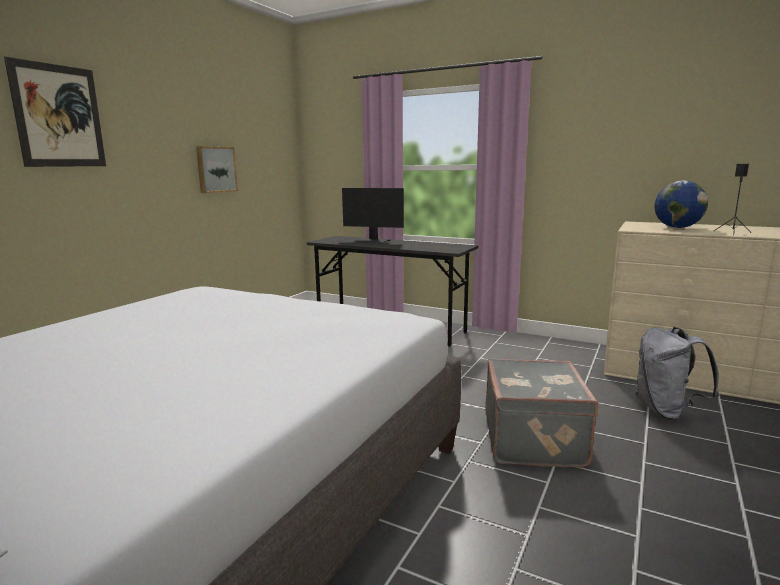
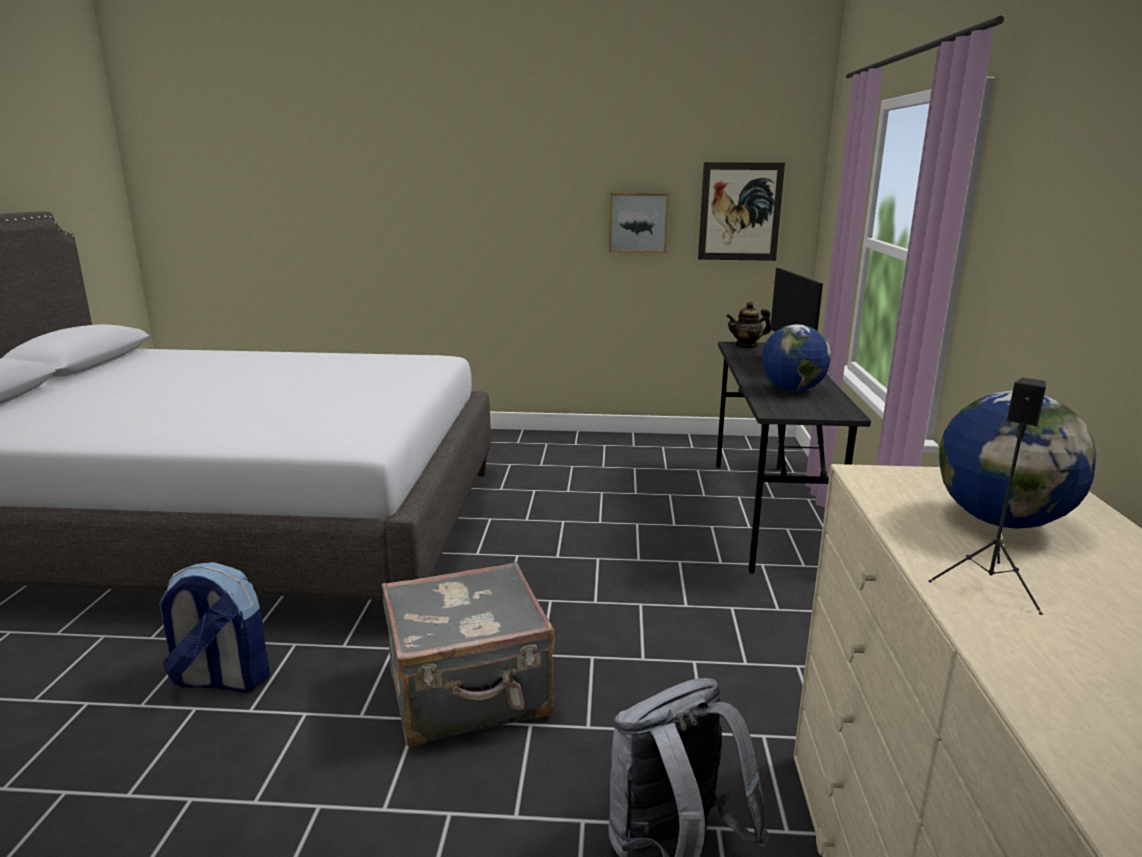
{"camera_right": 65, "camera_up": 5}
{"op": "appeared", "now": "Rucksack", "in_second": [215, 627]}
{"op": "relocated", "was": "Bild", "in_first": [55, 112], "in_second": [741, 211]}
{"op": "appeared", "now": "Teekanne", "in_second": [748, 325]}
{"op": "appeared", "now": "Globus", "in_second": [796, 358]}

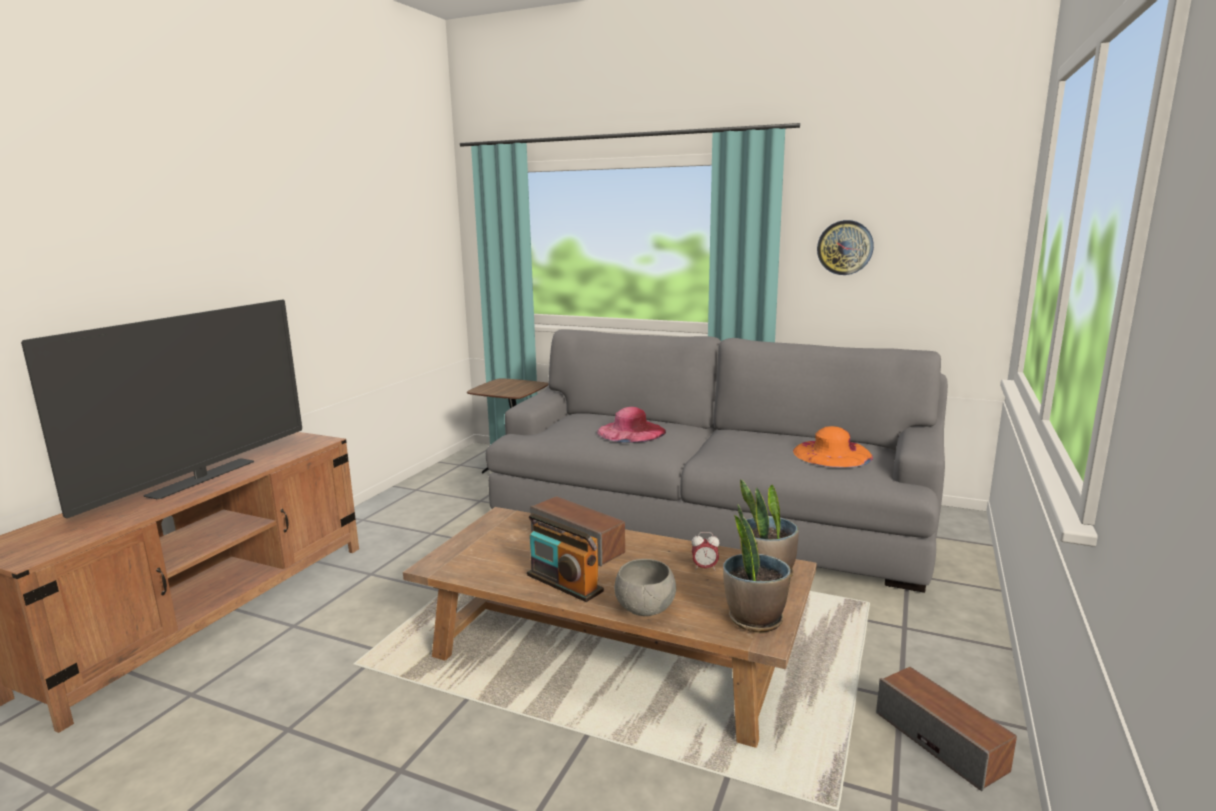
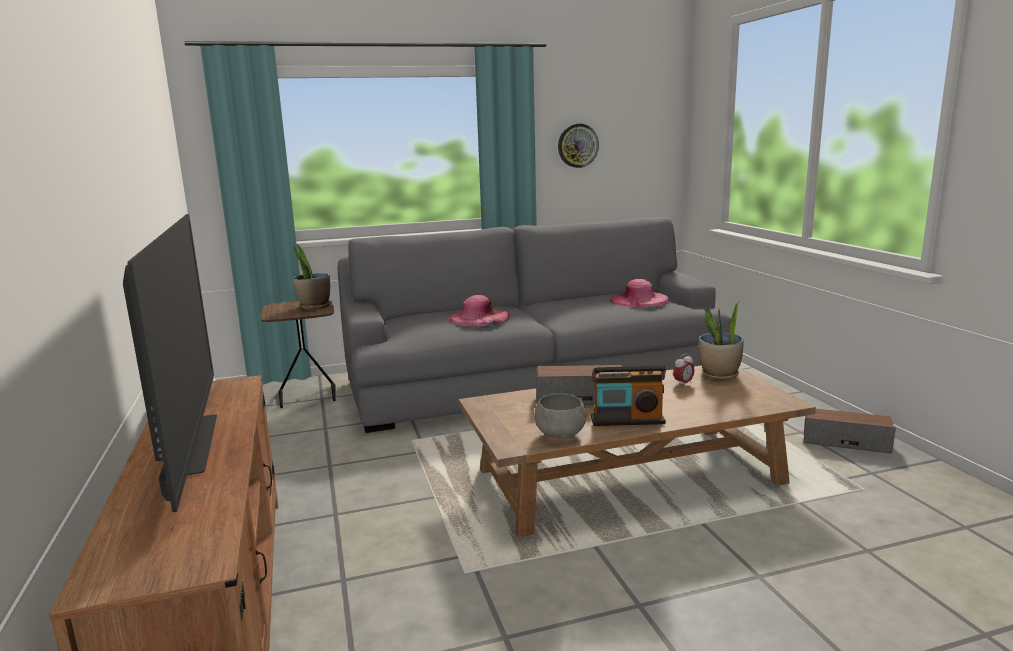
{"camera_right": -40, "camera_up": 0}
{"op": "relocated", "was": "Topfpflanze", "in_first": [757, 568], "in_second": [311, 277]}
{"op": "relocated", "was": "Schüssel/grau", "in_first": [645, 587], "in_second": [560, 416]}
{"op": "colour", "was": "Hut/orange", "now": "Hut/rosa", "in_first": [833, 446], "in_second": [640, 293]}

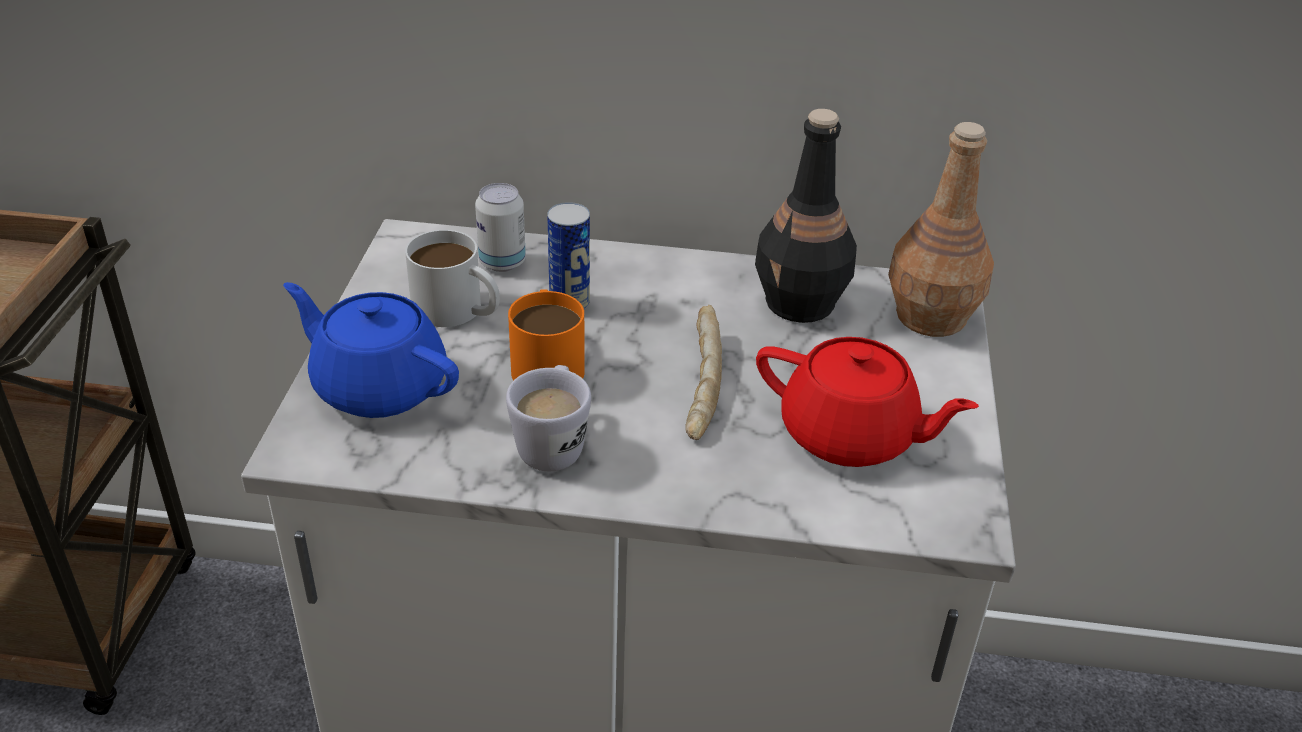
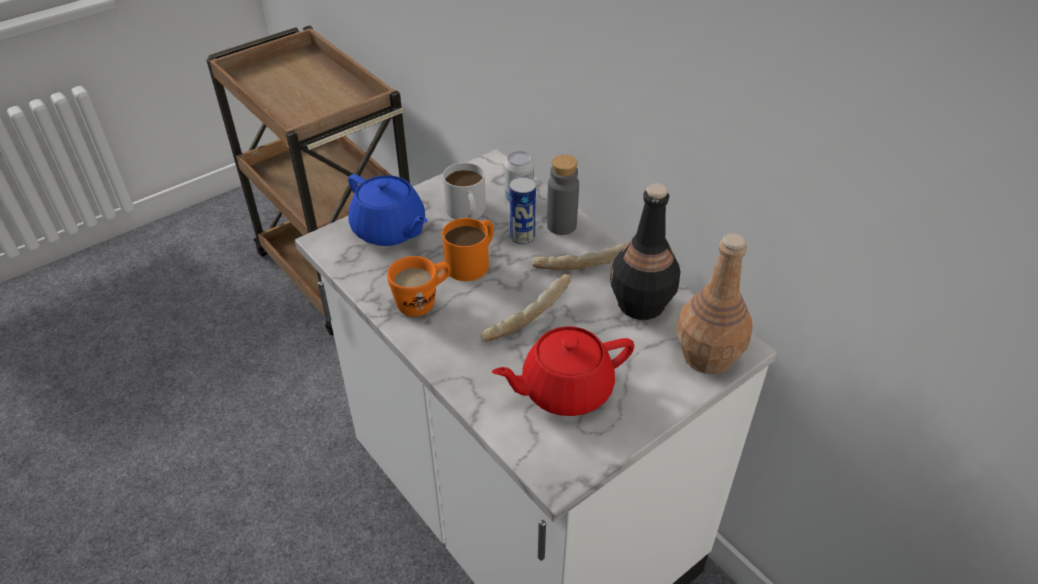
{"camera_right": 45, "camera_up": 5}
{"op": "spun", "was": "Teekanne/blau", "in_first": [371, 350], "in_second": [388, 210], "clockwise": 150}
{"op": "colour", "was": "Henkelbecher/weiß", "now": "Henkelbecher/orange", "in_first": [548, 418], "in_second": [419, 286]}
{"op": "spun", "was": "Teekanne/rot", "in_first": [867, 402], "in_second": [563, 371], "clockwise": 90}
{"op": "appeared", "now": "Brot", "in_second": [580, 256]}
{"op": "appeared", "now": "Flasche/grau", "in_second": [563, 195]}

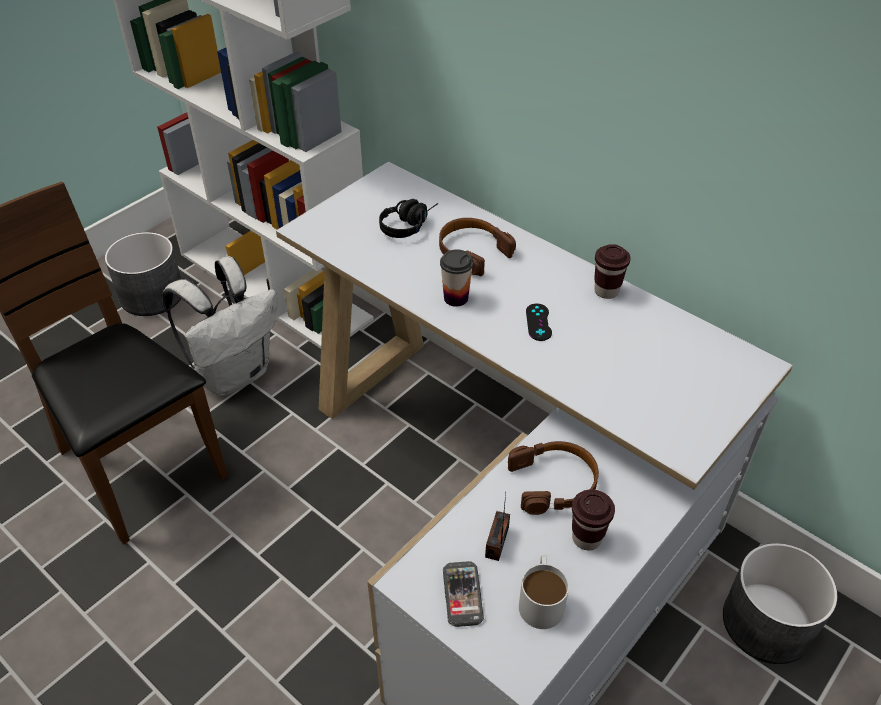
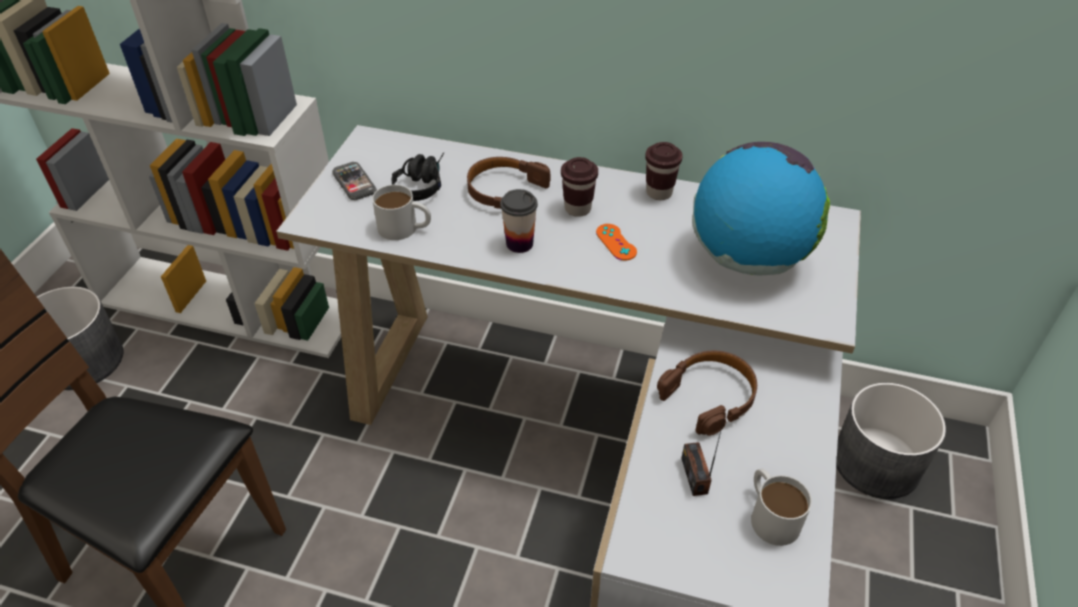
{"camera_right": -25, "camera_up": 0}
{"op": "relocated", "was": "Handy", "in_first": [463, 594], "in_second": [354, 181]}
{"op": "appeared", "now": "Henkelbecher/weiß", "in_second": [401, 212]}
{"op": "relocated", "was": "Tasse/braun", "in_first": [593, 519], "in_second": [579, 187]}
{"op": "colour", "was": "Gamepad/schwarz", "now": "Gamepad/orange", "in_first": [539, 322], "in_second": [616, 242]}
{"op": "appeared", "now": "Globus", "in_second": [761, 208]}
{"op": "missing", "was": "Rucksack/weiß", "in_first": [219, 326]}

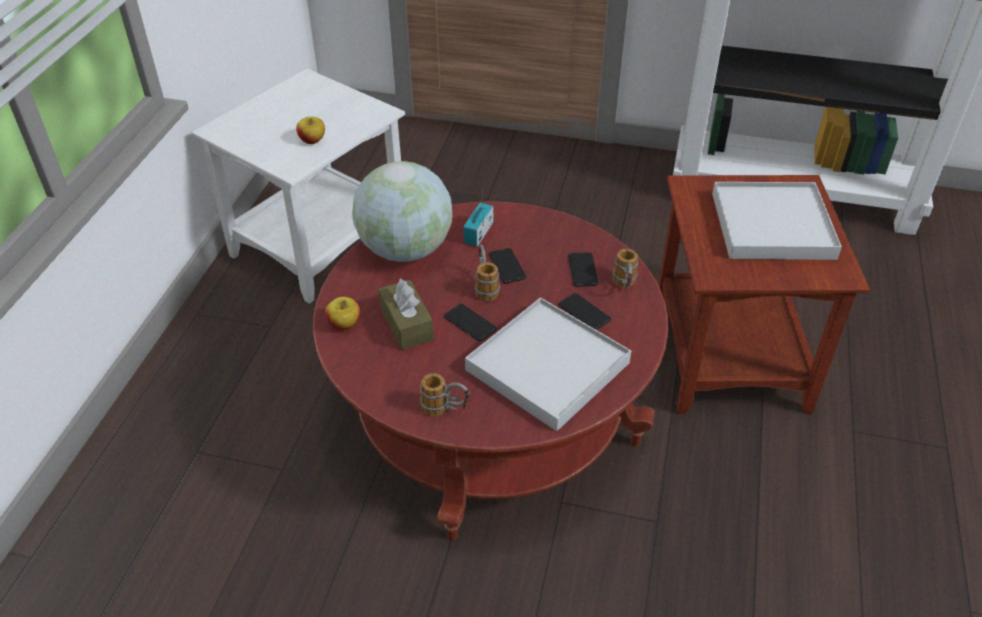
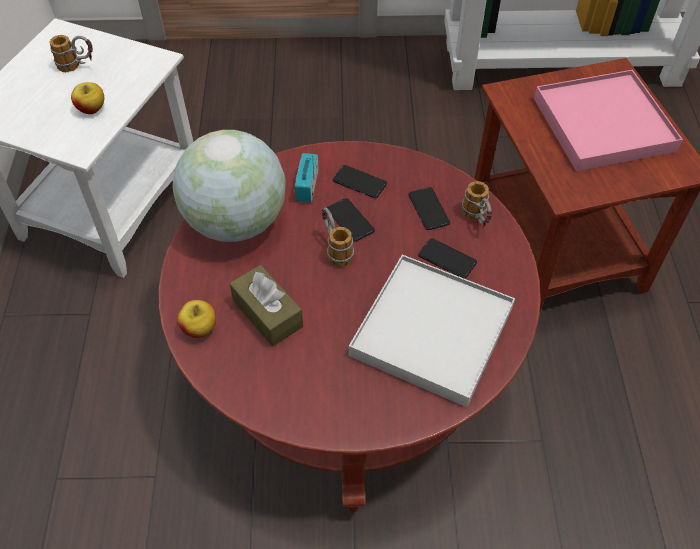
{"camera_right": -15, "camera_up": 10}
{"op": "relocated", "was": "Henkelbecher", "in_first": [445, 394], "in_second": [71, 53]}
{"op": "relocated", "was": "Handy", "in_first": [470, 322], "in_second": [360, 181]}
{"op": "colour", "was": "Tablett/weiß", "now": "Tablett/rosa", "in_first": [777, 221], "in_second": [608, 120]}

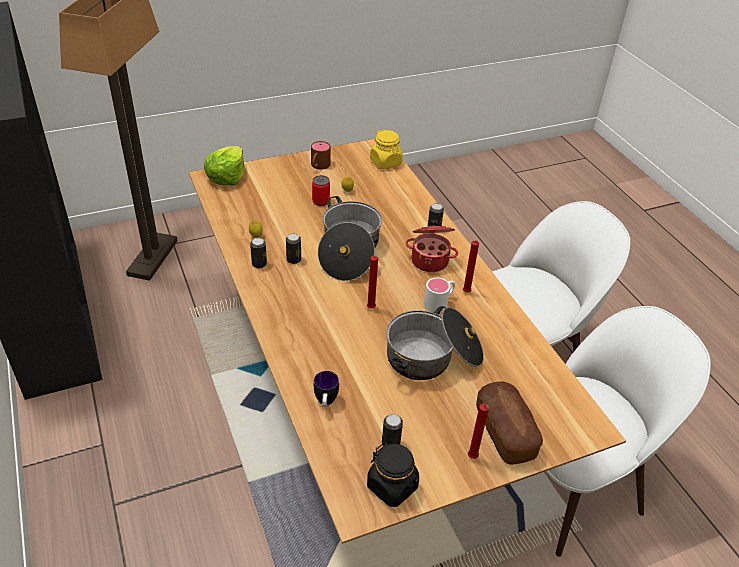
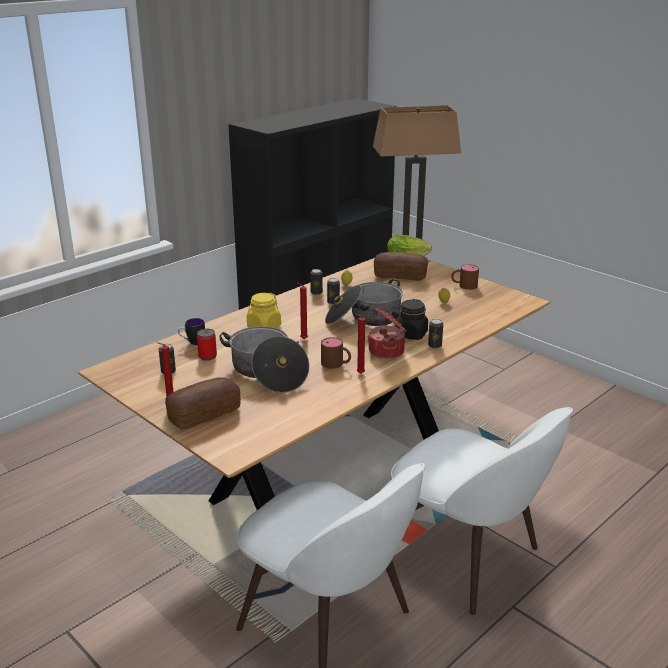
{"camera_right": 70, "camera_up": -15}
{"op": "relocated", "was": "Dose", "in_first": [321, 190], "in_second": [207, 345]}
{"op": "relocated", "was": "Vorratsglas/gelb", "in_first": [386, 149], "in_second": [264, 310]}
{"op": "colour", "was": "Henkelbecher/weiß", "now": "Henkelbecher/braun", "in_first": [439, 295], "in_second": [336, 353]}
{"op": "appeared", "now": "Brot", "in_second": [401, 266]}
{"op": "relocated", "was": "Vorratsglas/schwarz", "in_first": [393, 475], "in_second": [411, 319]}

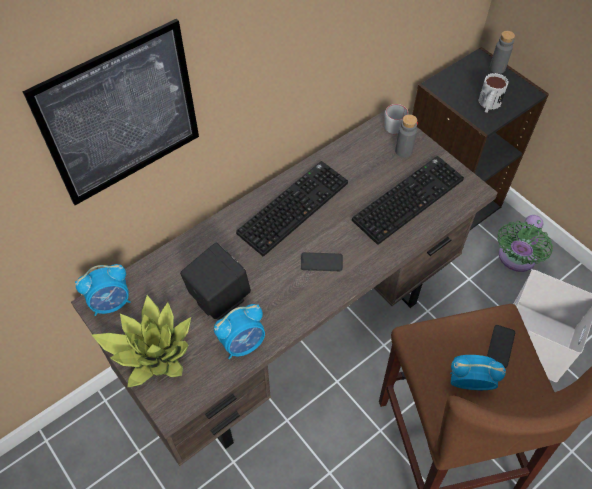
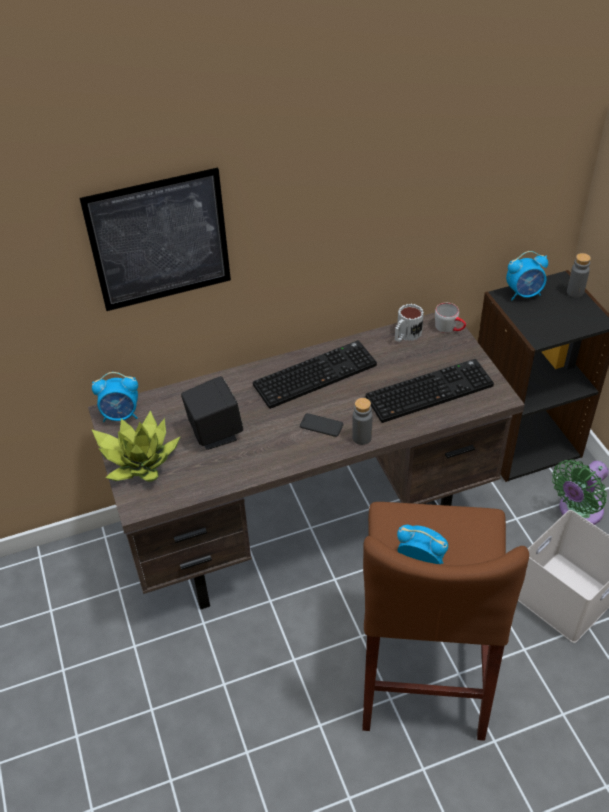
{"camera_right": 20, "camera_up": -10}
{"op": "relocated", "was": "Flasche/grau", "in_first": [406, 135], "in_second": [362, 421]}
{"op": "relocated", "was": "Henkelbecher", "in_first": [493, 93], "in_second": [409, 323]}
{"op": "relocated", "was": "Wecker", "in_first": [239, 331], "in_second": [527, 275]}
{"op": "missing", "was": "Handy", "in_first": [501, 346]}

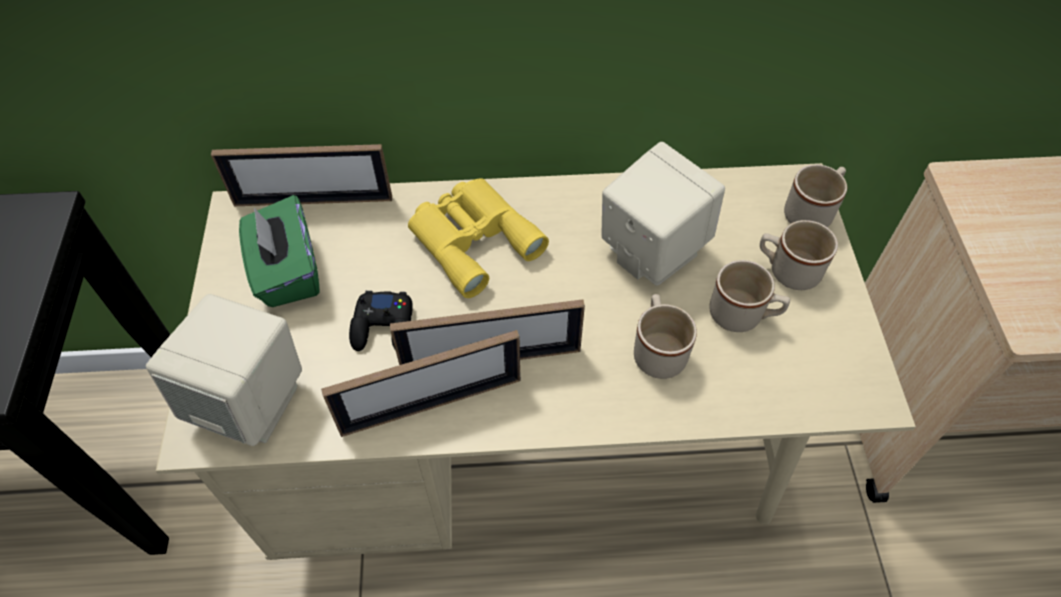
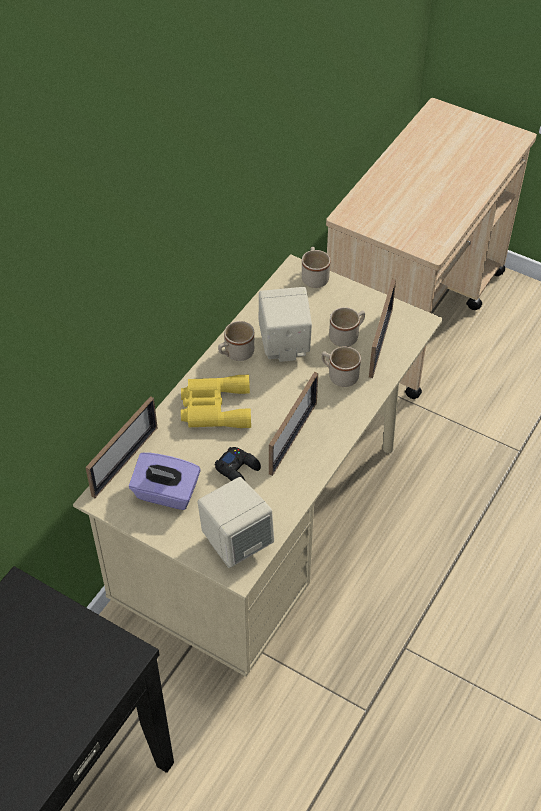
{"camera_right": -55, "camera_up": -5}
{"op": "colour", "was": "Taschentuchbox/grün", "now": "Taschentuchbox/lila", "in_first": [279, 251], "in_second": [165, 481]}
{"op": "relocated", "was": "Henkelbecher/beige", "in_first": [799, 255], "in_second": [236, 341]}
{"op": "relocated", "was": "Bilderrahmen", "in_first": [420, 383], "in_second": [382, 328]}

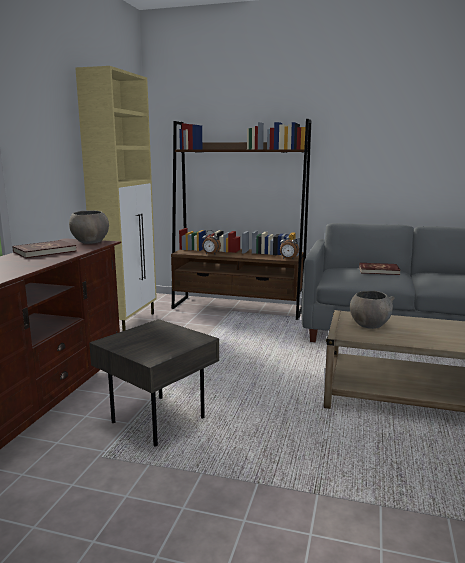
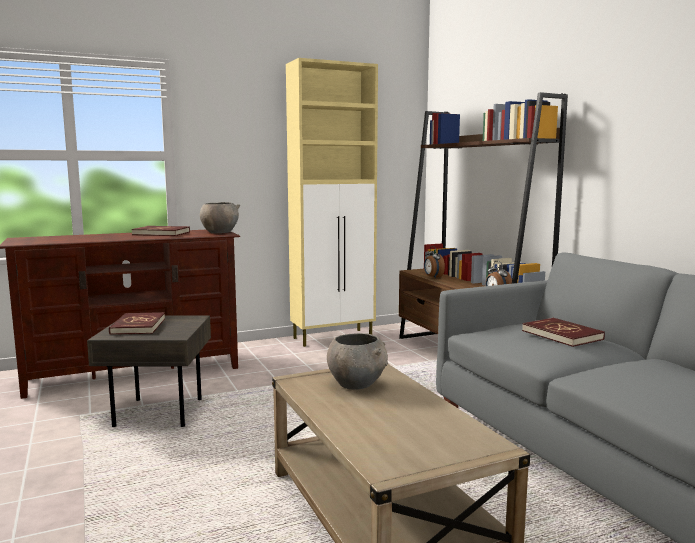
{"camera_right": 50, "camera_up": -5}
{"op": "appeared", "now": "Buch/rot", "in_second": [137, 323]}

